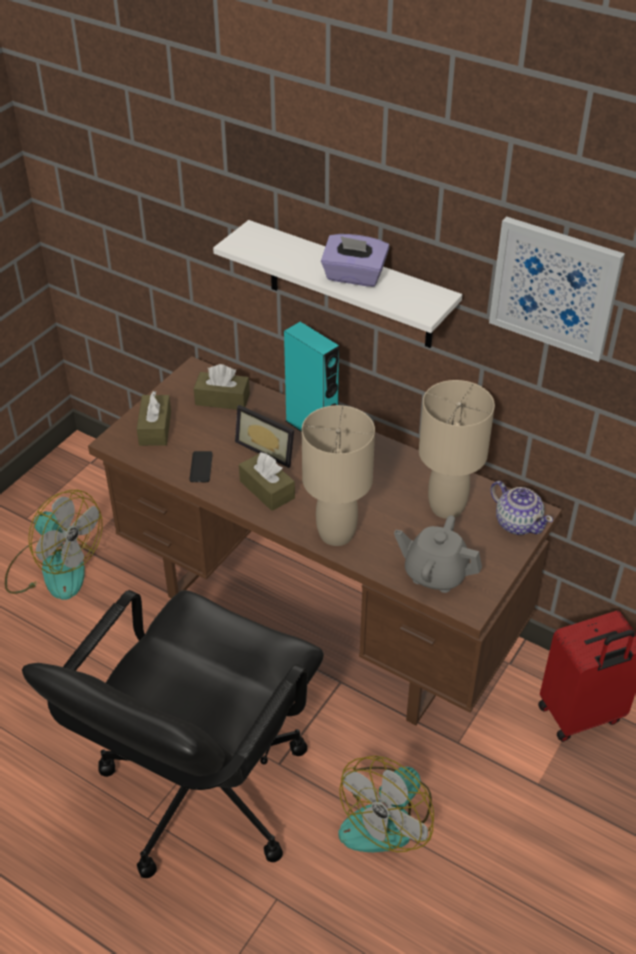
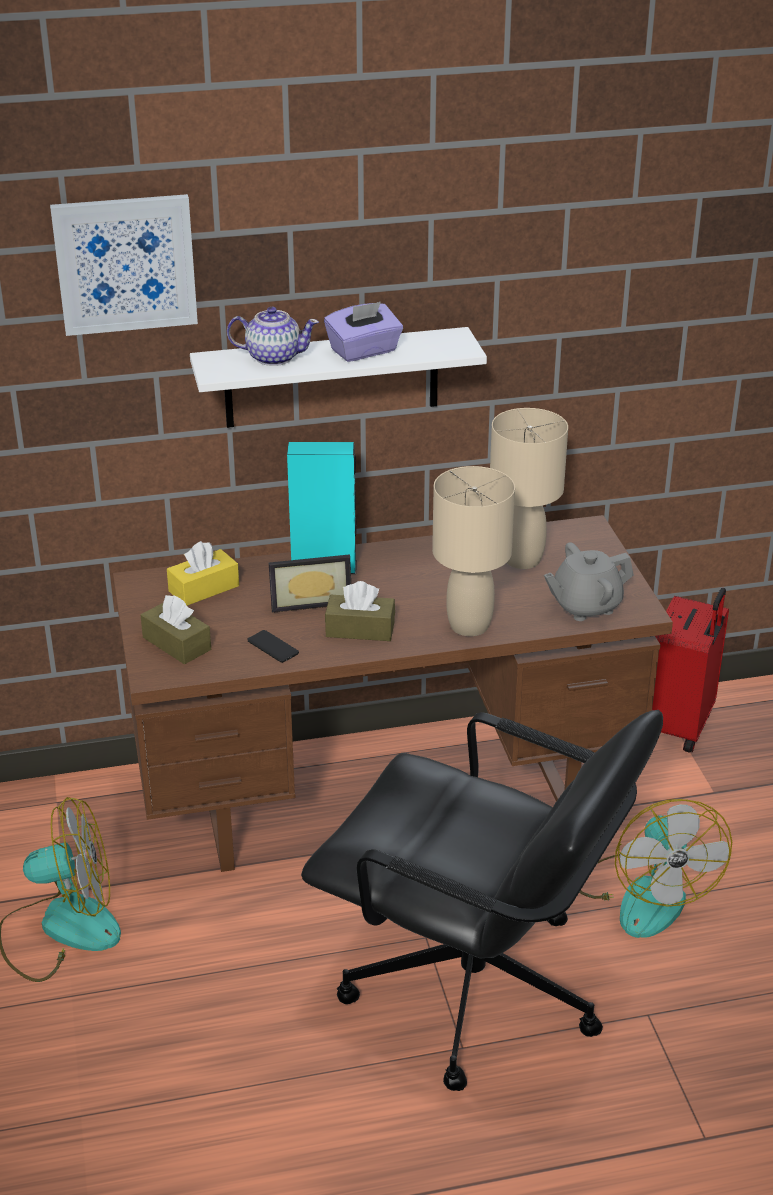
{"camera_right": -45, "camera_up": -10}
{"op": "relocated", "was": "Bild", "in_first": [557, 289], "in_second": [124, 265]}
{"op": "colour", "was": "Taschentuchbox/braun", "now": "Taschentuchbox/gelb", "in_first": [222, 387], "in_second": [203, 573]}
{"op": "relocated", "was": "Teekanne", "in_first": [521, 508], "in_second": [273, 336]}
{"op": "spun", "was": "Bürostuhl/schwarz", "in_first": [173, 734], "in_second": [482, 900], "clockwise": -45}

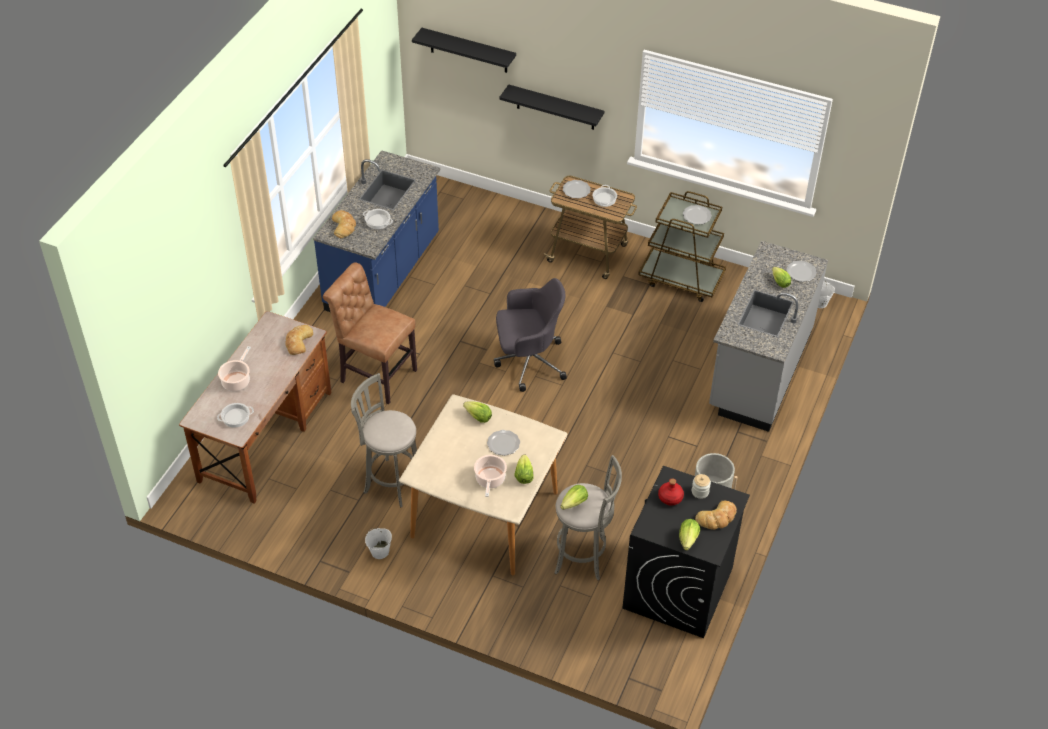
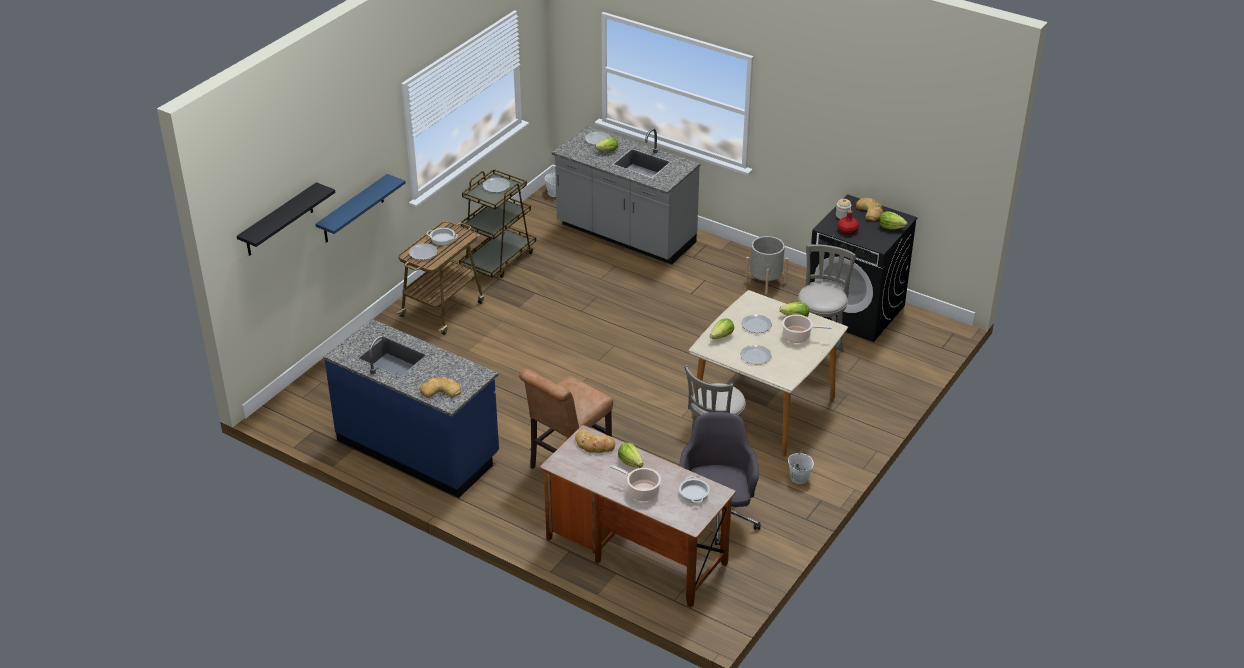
{"camera_right": -80, "camera_up": -10}
{"op": "colour", "was": "Wandregal/schwarz", "now": "Wandregal/blau", "in_first": [551, 107], "in_second": [360, 208]}
{"op": "relocated", "was": "Salatkopf", "in_first": [574, 497], "in_second": [630, 455]}
{"op": "relocated", "was": "Bürostuhl/grau", "in_first": [530, 335], "in_second": [719, 478]}
{"op": "appeared", "now": "Teller", "in_second": [756, 355]}
{"op": "missing", "was": "Kochtopf", "in_first": [378, 219]}

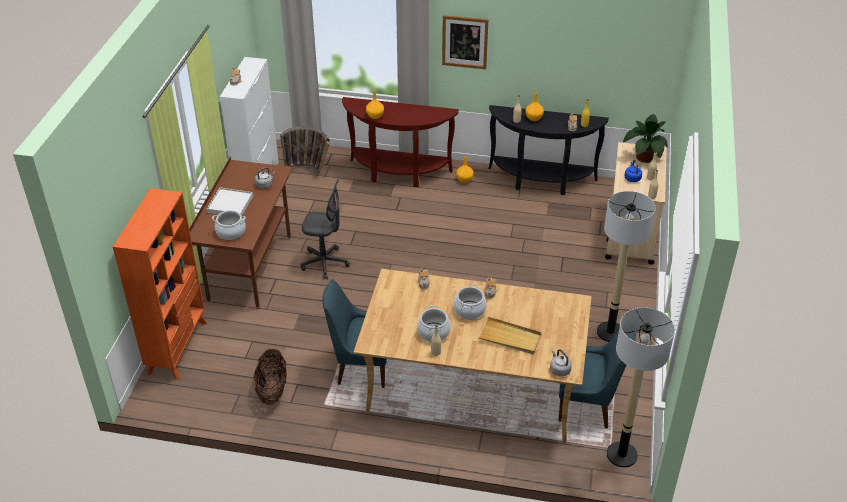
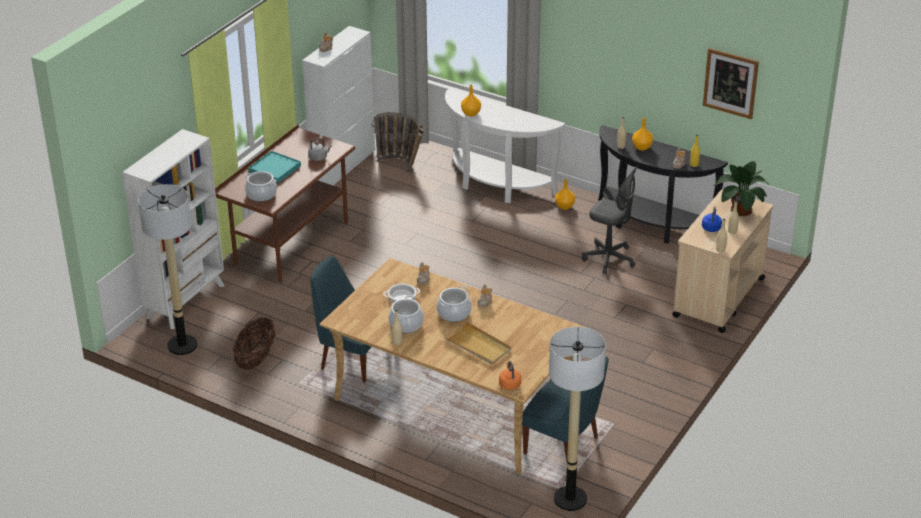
{"camera_right": 20, "camera_up": -5}
{"op": "colour", "was": "Bücherregal/orange", "now": "Bücherregal/weiß", "in_first": [160, 284], "in_second": [173, 229]}
{"op": "relocated", "was": "Stehlampe", "in_first": [626, 266], "in_second": [167, 269]}
{"op": "colour", "was": "Tablett/weiß", "now": "Tablett/türkis", "in_first": [230, 202], "in_second": [274, 167]}
{"op": "appeared", "now": "Kochtopf", "in_second": [401, 293]}
{"op": "colour", "was": "Konsolentisch/braun", "now": "Konsolentisch/weiß", "in_first": [400, 142], "in_second": [505, 146]}
{"op": "colour", "was": "Wasserkessel/grau", "now": "Wasserkessel/orange", "in_first": [561, 362], "in_second": [510, 375]}
{"op": "relocated", "was": "Bürostuhl/grau", "in_first": [325, 229], "in_second": [610, 220]}
{"op": "relocated", "was": "Bild", "in_first": [465, 42], "in_second": [731, 83]}

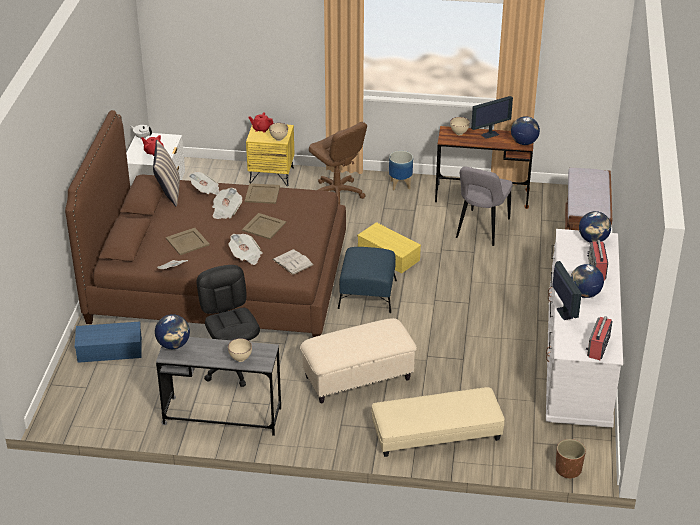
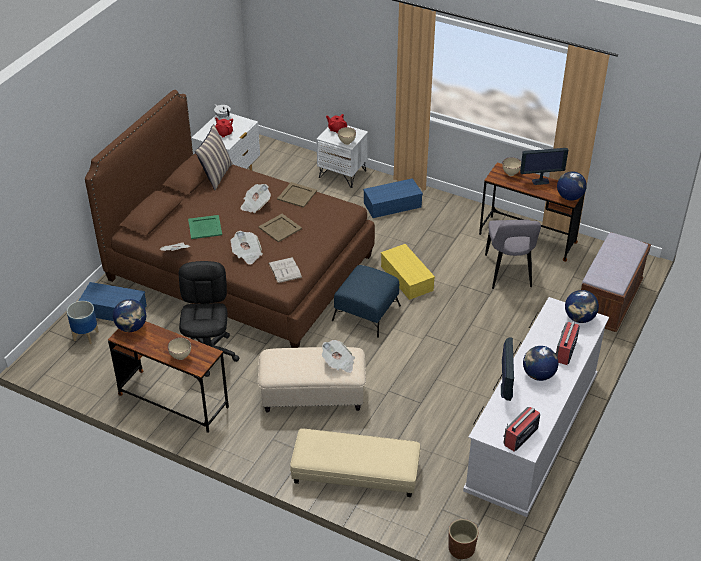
{"camera_right": 20, "camera_up": 5}
{"op": "relocated", "was": "Pflanzkübel", "in_first": [401, 170], "in_second": [83, 322]}
{"op": "colour", "was": "Schreibtisch/grau", "now": "Schreibtisch/braun", "in_first": [218, 386], "in_second": [168, 377]}
{"op": "colour", "was": "Tablett/beige", "now": "Tablett/grün", "in_first": [188, 241], "in_second": [205, 227]}
{"op": "colour", "was": "Nachttisch/gelb", "now": "Nachttisch/weiß", "in_first": [270, 155], "in_second": [342, 156]}
{"op": "relocated", "was": "Zeitung", "in_first": [204, 183], "in_second": [338, 356]}
{"op": "exchanged", "was": "Bürostuhl/braun", "now": "Aufbewahrungsbox/blau", "in_first": [338, 163], "in_second": [393, 198]}
{"op": "spun", "was": "Stuhl/grau", "in_first": [484, 206], "in_second": [513, 254], "clockwise": -45}

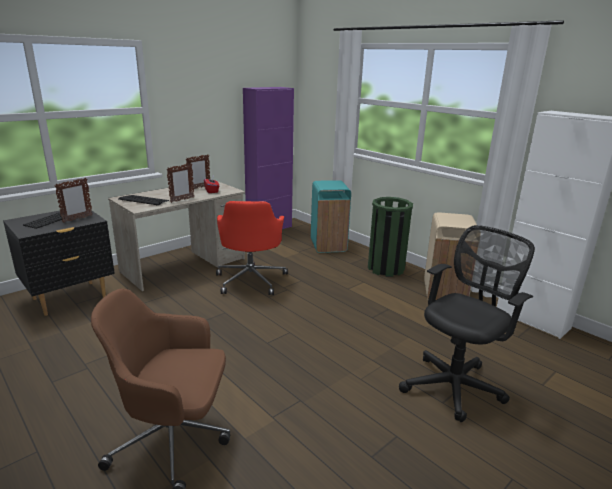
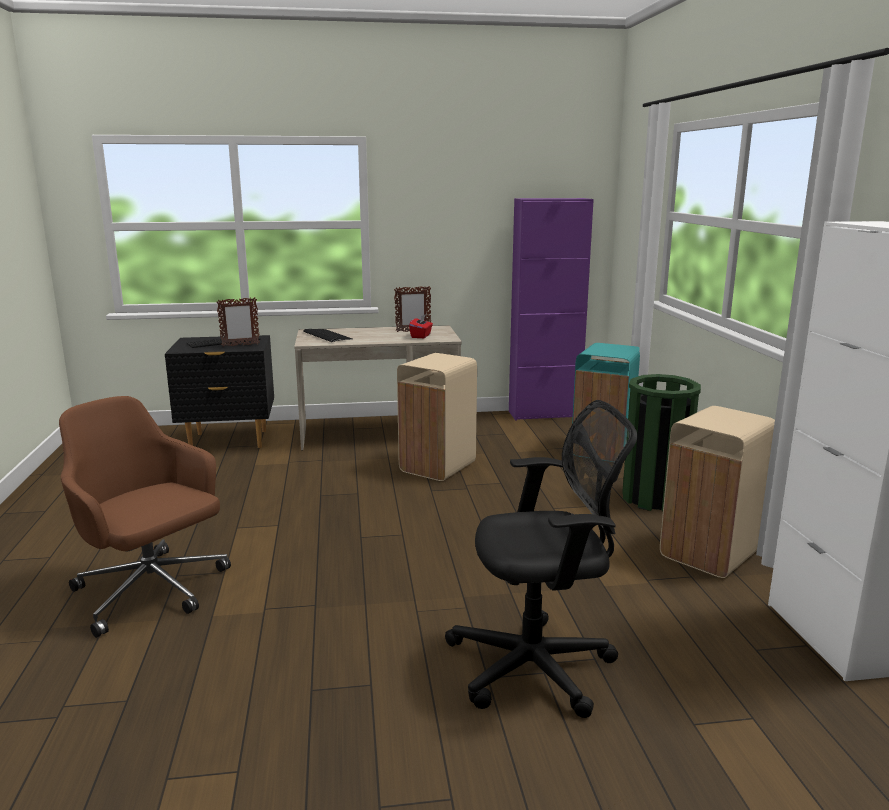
{"camera_right": 35, "camera_up": -5}
{"op": "exchanged", "was": "Bürostuhl/rot", "now": "Mülleimer/beige", "in_first": [252, 248], "in_second": [437, 417]}
{"op": "missing", "was": "Bilderrahmen", "in_first": [180, 183]}

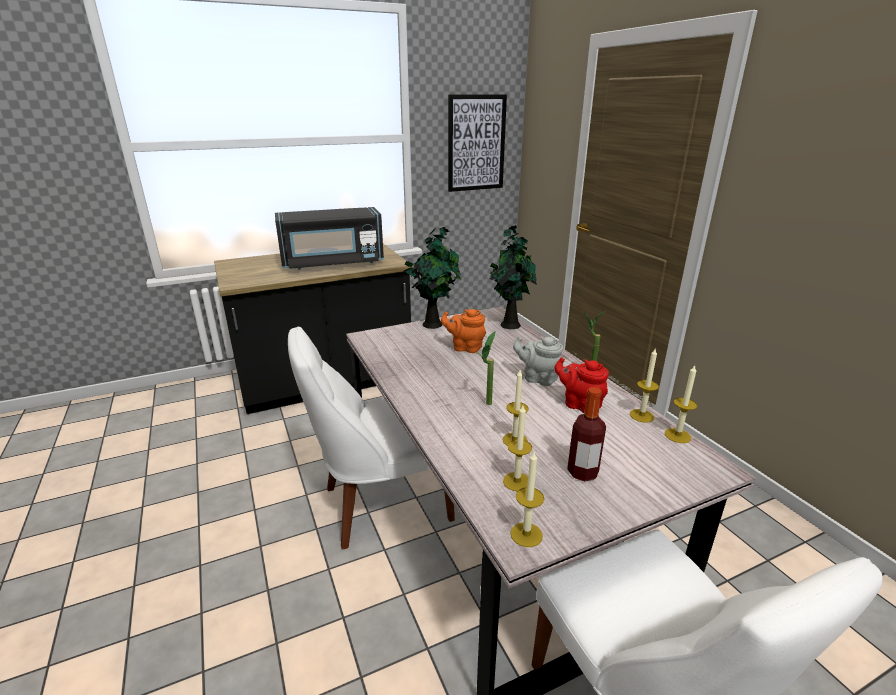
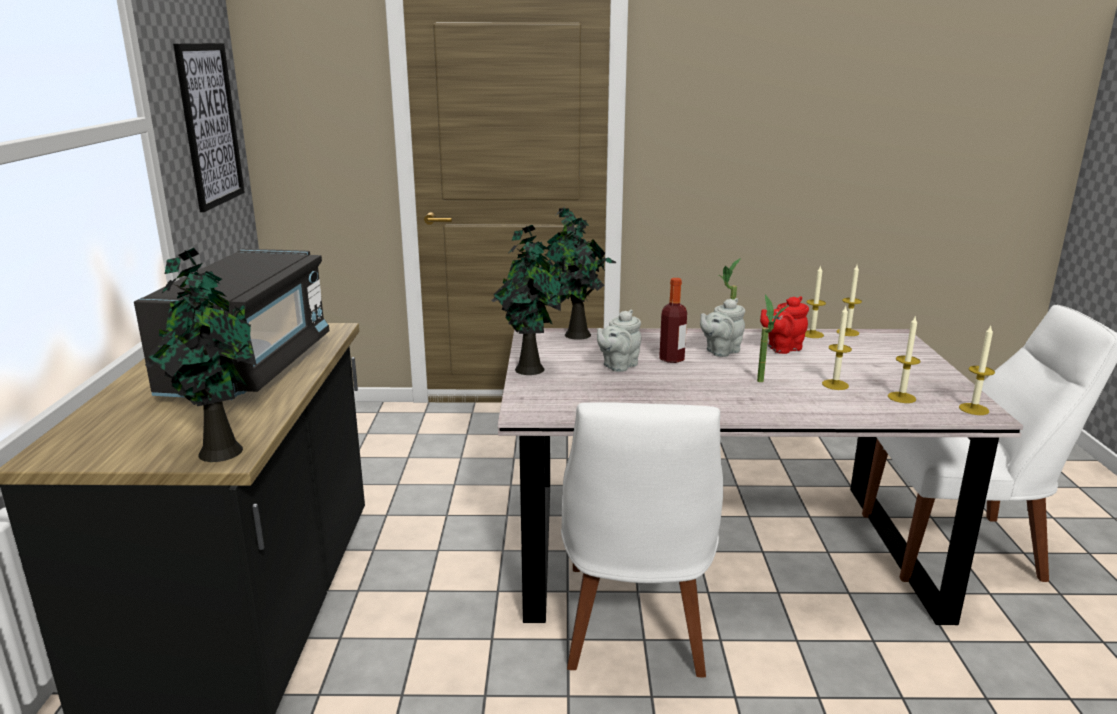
{"camera_right": -65, "camera_up": -5}
{"op": "appeared", "now": "Topfpflanze", "in_second": [201, 355]}
{"op": "colour", "was": "Teekanne/orange", "now": "Teekanne/grau", "in_first": [463, 331], "in_second": [619, 341]}
{"op": "relocated", "was": "Flasche", "in_first": [586, 434], "in_second": [673, 320]}

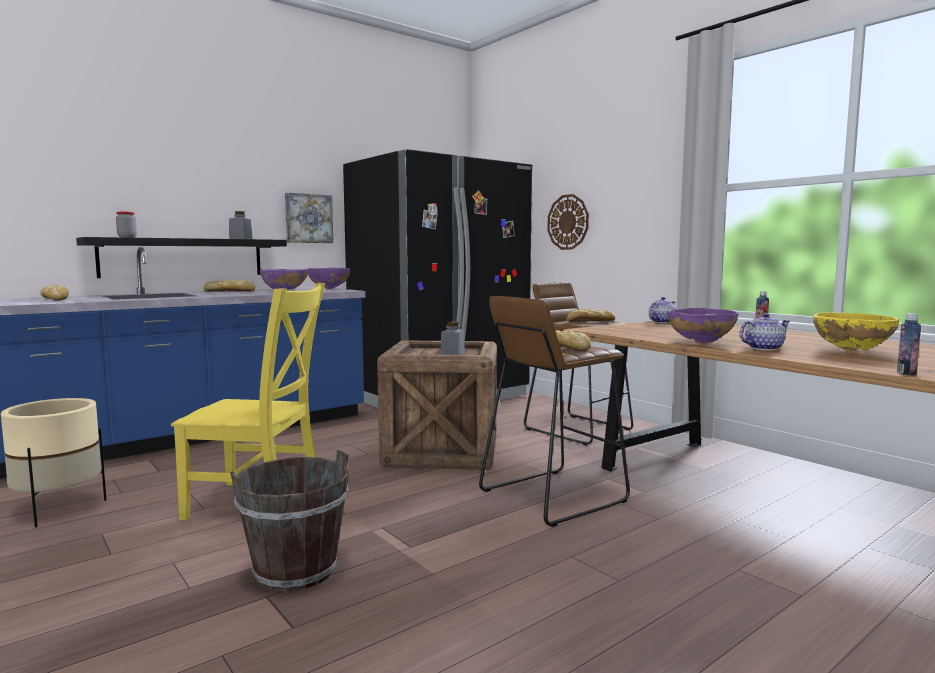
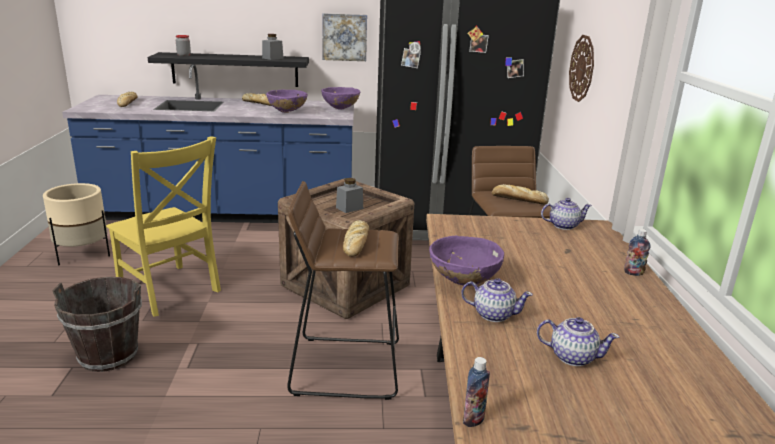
{"camera_right": 35, "camera_up": 15}
{"op": "exchanged", "was": "Schüssel/gelb", "now": "Teekanne", "in_first": [856, 331], "in_second": [578, 341]}

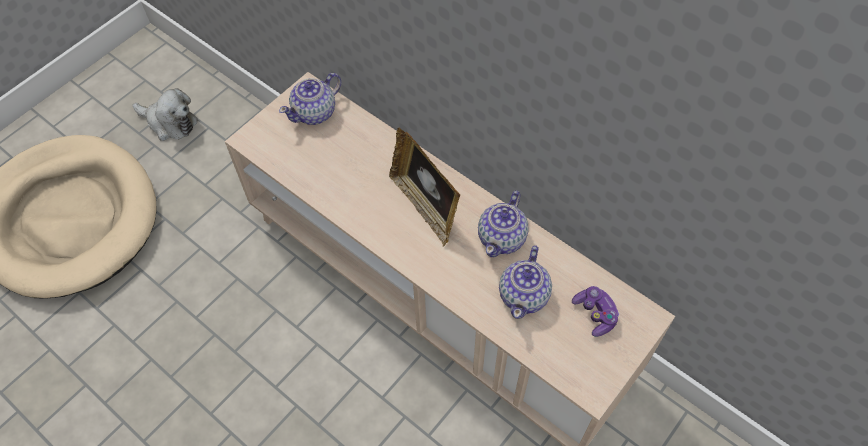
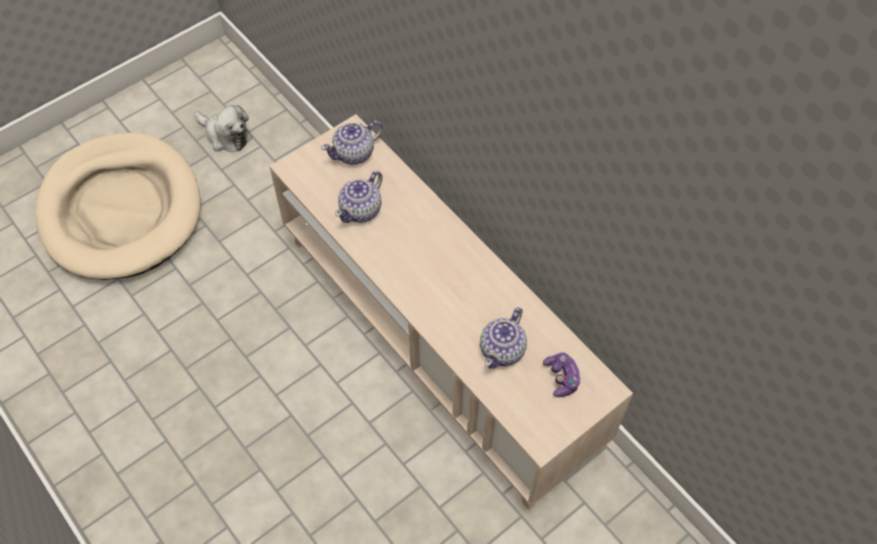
{"camera_right": 10, "camera_up": 0}
{"op": "relocated", "was": "Teekanne", "in_first": [503, 224], "in_second": [359, 197]}
{"op": "missing", "was": "Bilderrahmen", "in_first": [424, 187]}

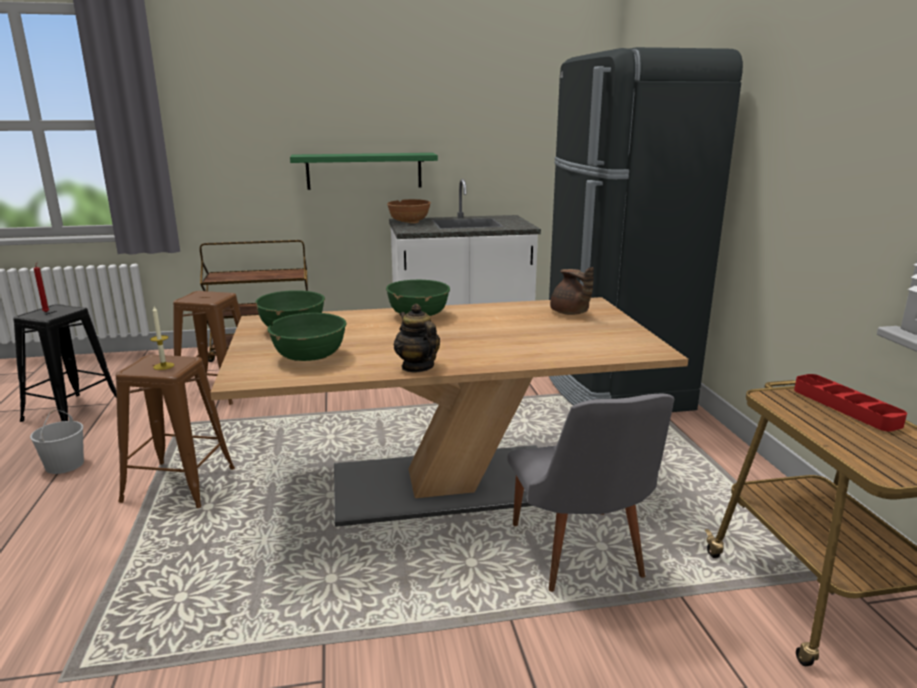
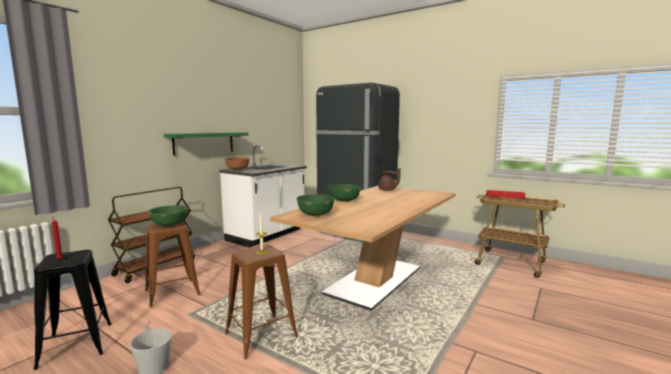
{"camera_right": -45, "camera_up": -10}
{"op": "relocated", "was": "Schüssel/grün", "in_first": [307, 337], "in_second": [168, 216]}
{"op": "missing", "was": "Teekanne", "in_first": [417, 338]}
{"op": "missing", "was": "Stuhl/grau", "in_first": [590, 493]}

